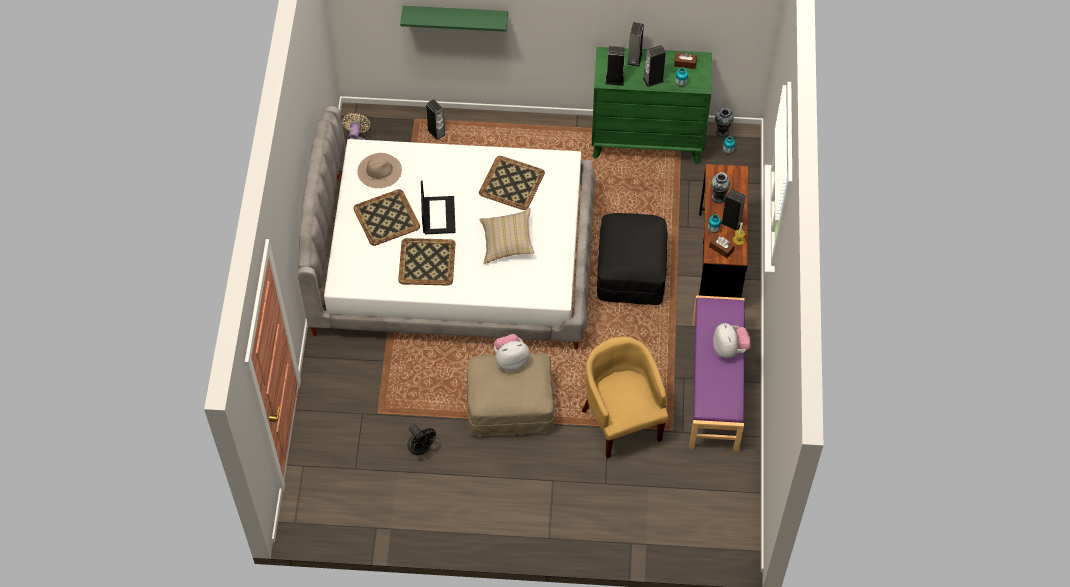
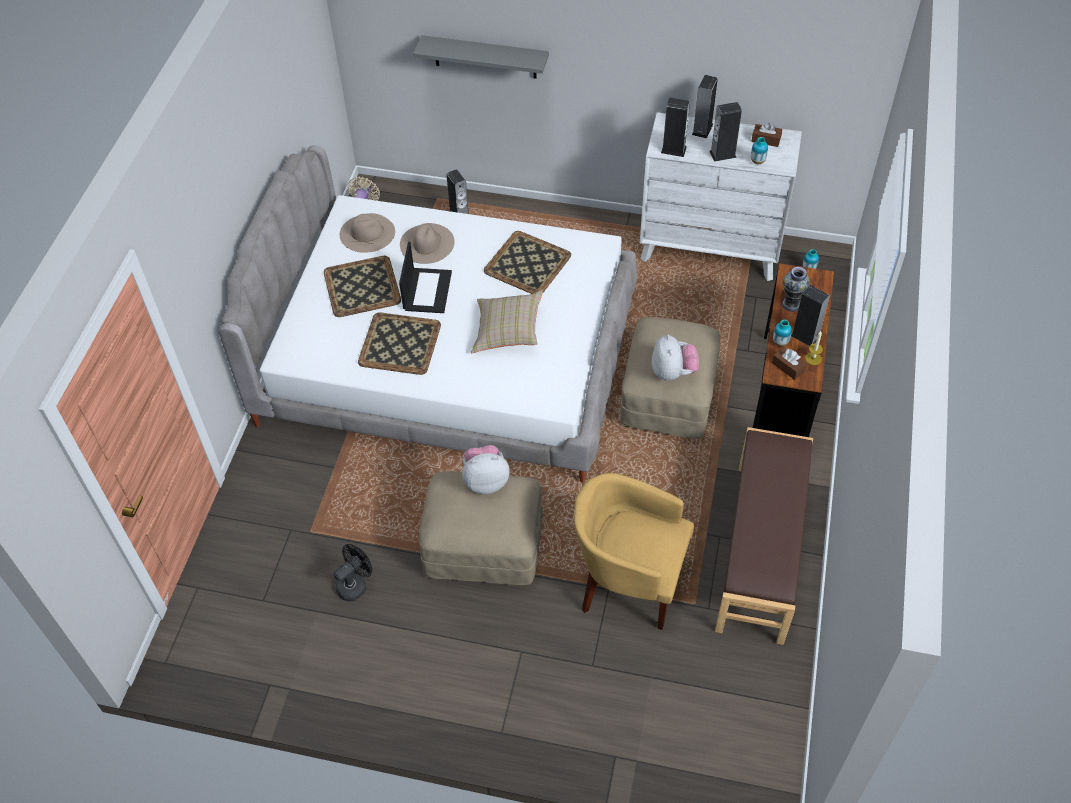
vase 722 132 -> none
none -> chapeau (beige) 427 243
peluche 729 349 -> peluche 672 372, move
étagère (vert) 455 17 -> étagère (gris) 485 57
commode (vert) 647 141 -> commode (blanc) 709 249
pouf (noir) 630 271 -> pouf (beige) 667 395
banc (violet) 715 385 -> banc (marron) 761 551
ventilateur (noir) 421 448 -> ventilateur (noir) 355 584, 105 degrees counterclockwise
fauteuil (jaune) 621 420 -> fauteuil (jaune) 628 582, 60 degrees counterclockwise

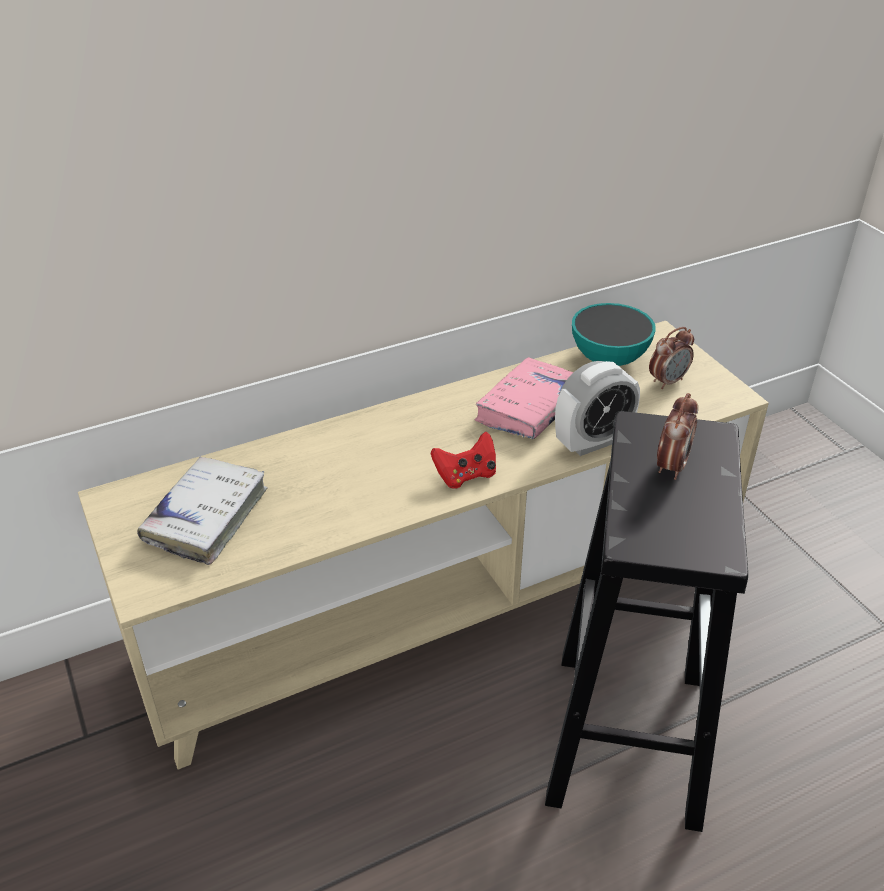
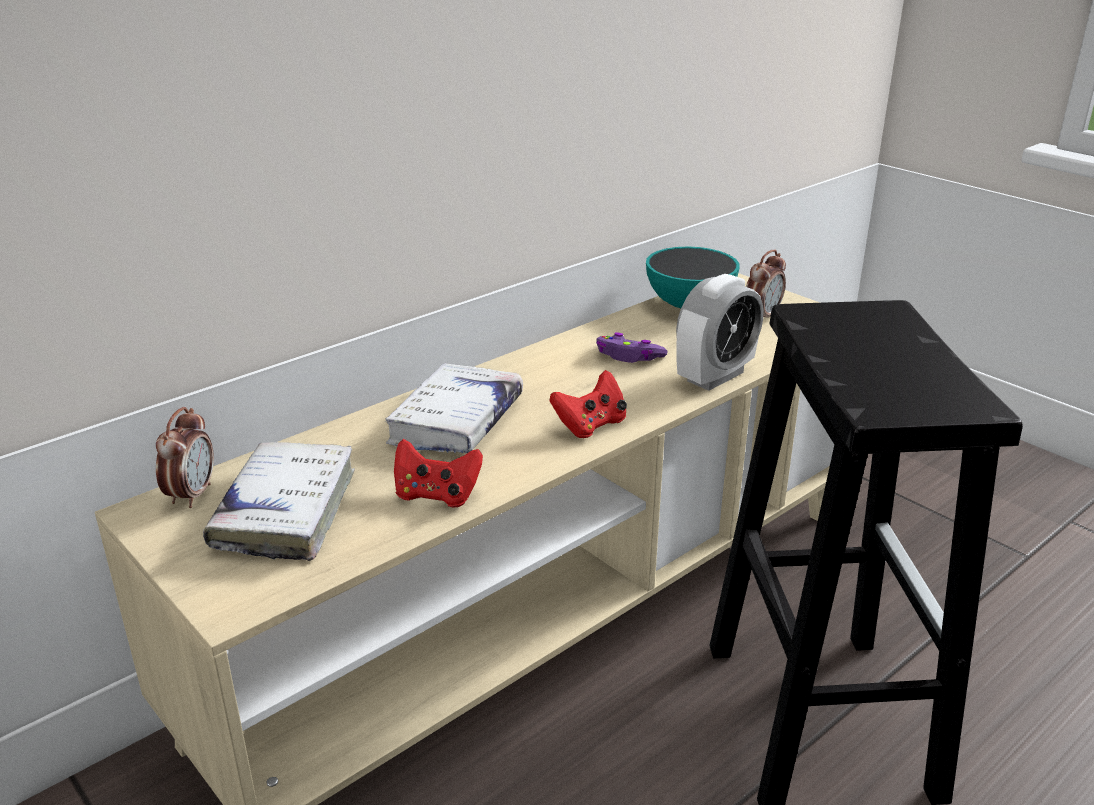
none -> livre (blanc) 457 422
none -> manette (rouge) 436 495
réveil 671 466 -> réveil 192 495, move
livre (rose) 530 408 -> manette (violet) 629 356

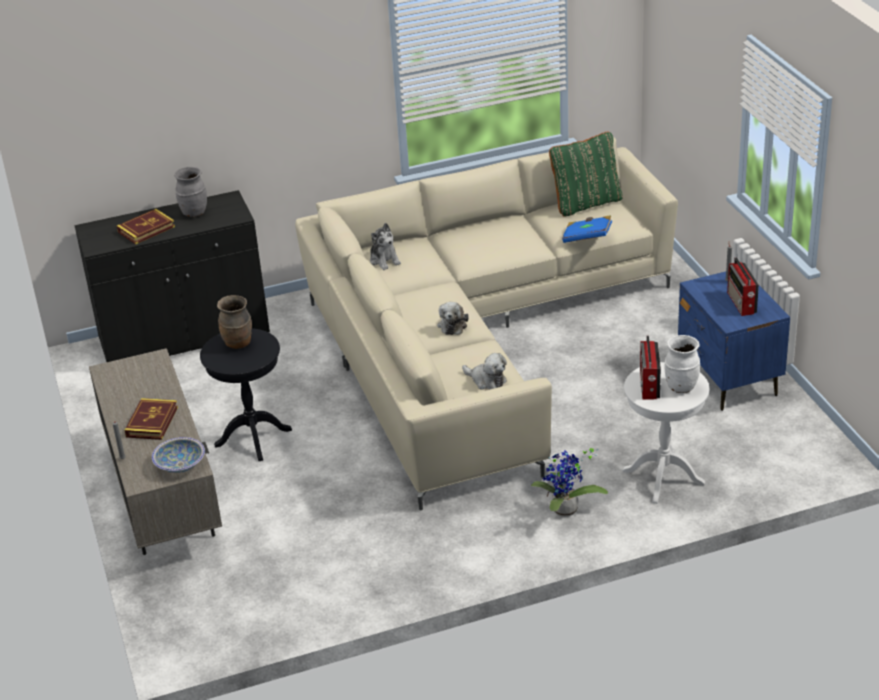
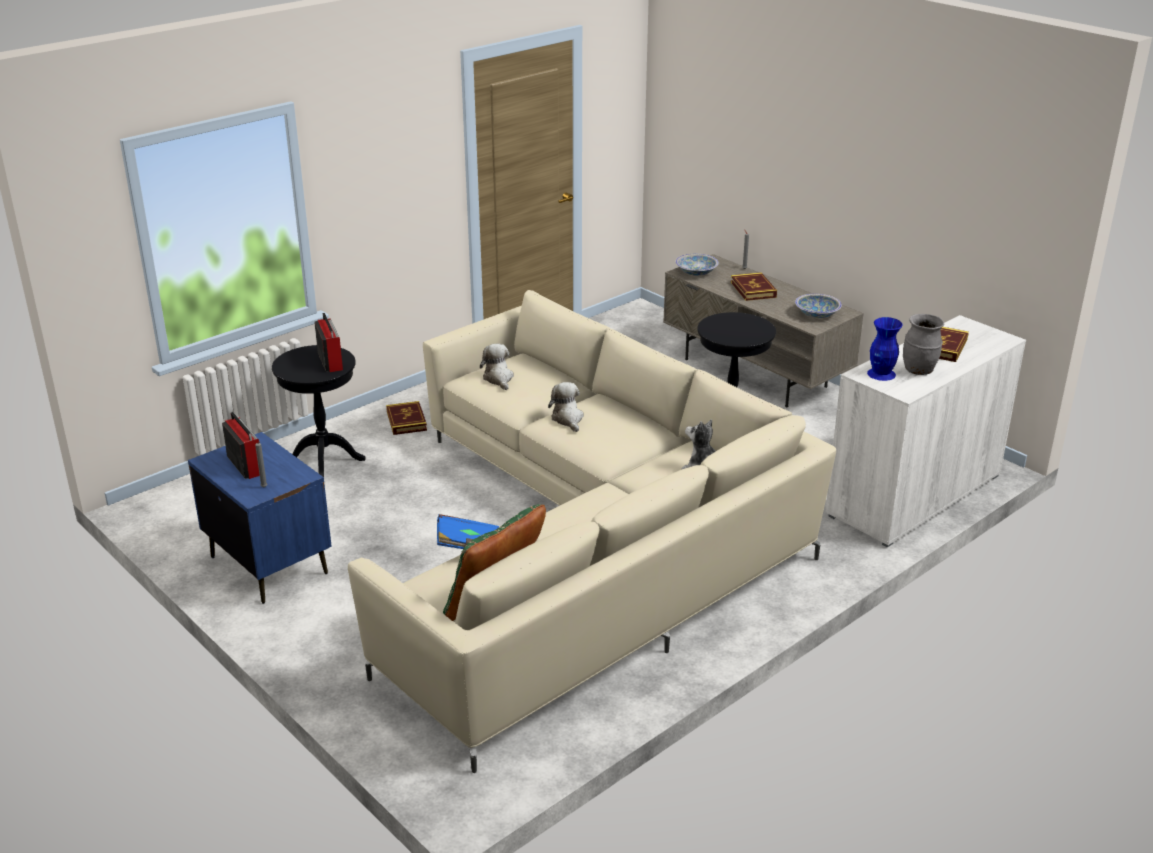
vase (marron) 238 344 -> none
vase (blanc) 681 386 -> none
none -> bol 817 314
none -> vase (bleu) 881 374
plante en pot 565 512 -> livre 406 421
meuble de rangement (noir) 184 337 -> meuble de rangement (blanc) 913 495
table d'appoint (blanc) 663 477 -> table d'appoint (noir) 324 461
peluche 486 380 -> peluche 498 378, 60 degrees clockwise

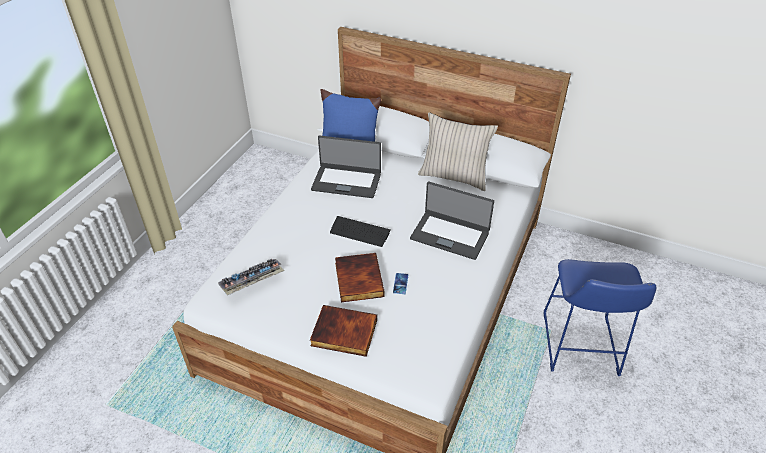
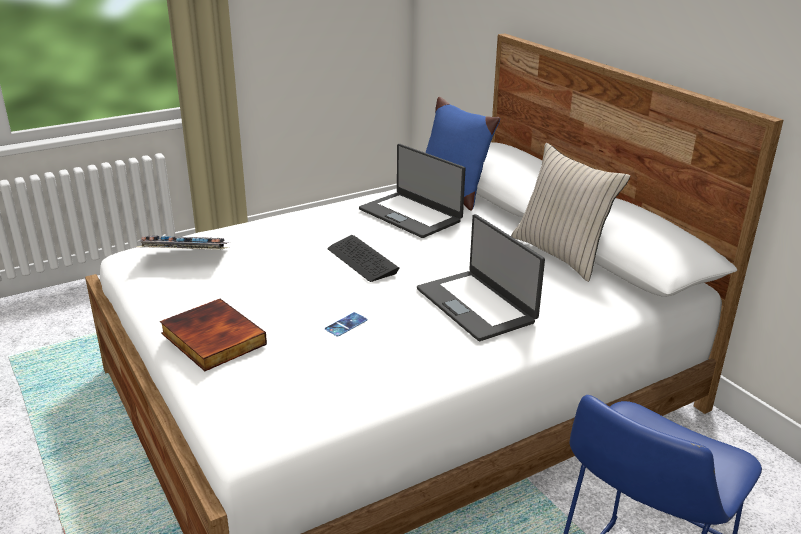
livre 357 279 -> none

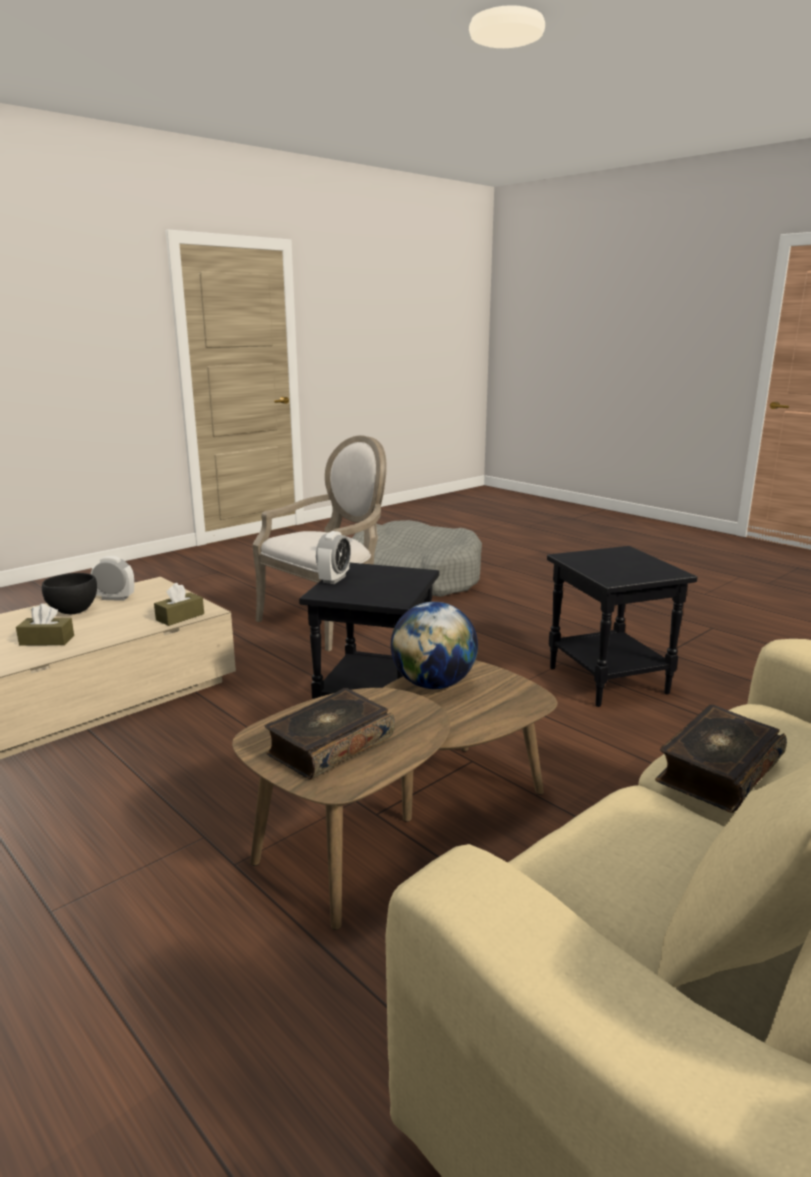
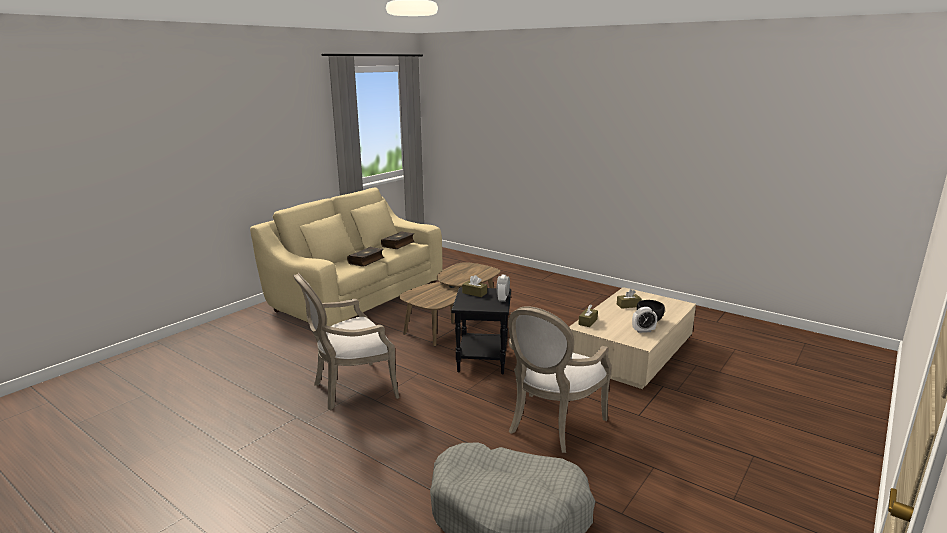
globe 433 684 -> none
none -> boîte à mouchoirs (marron) 474 293
livre 329 746 -> livre 398 244, move
table d'appoint (noir) 610 681 -> fauteuil 350 388

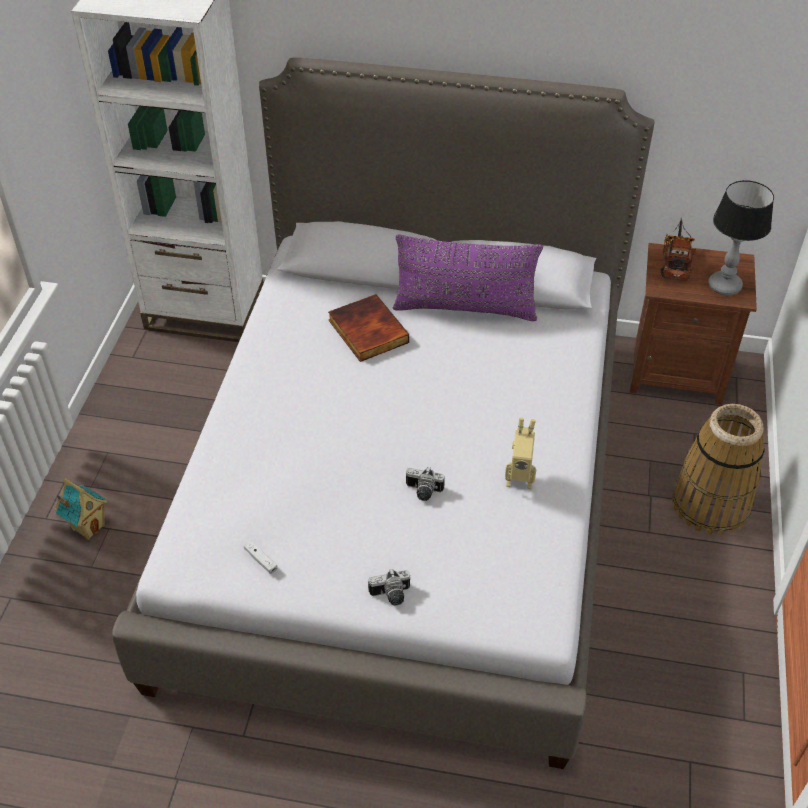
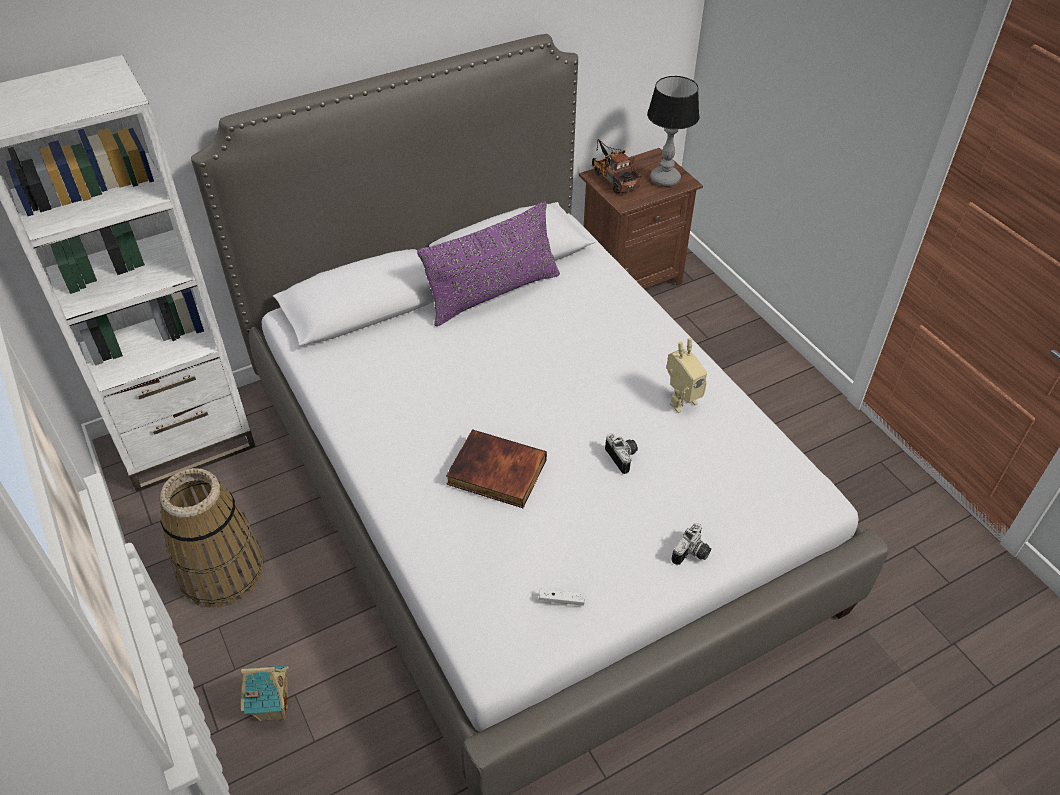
livre 366 331 -> livre 495 473, move
panier 710 504 -> panier 222 571, move
appareil photo 423 492 -> appareil photo 624 457, 90 degrees counterclockwise

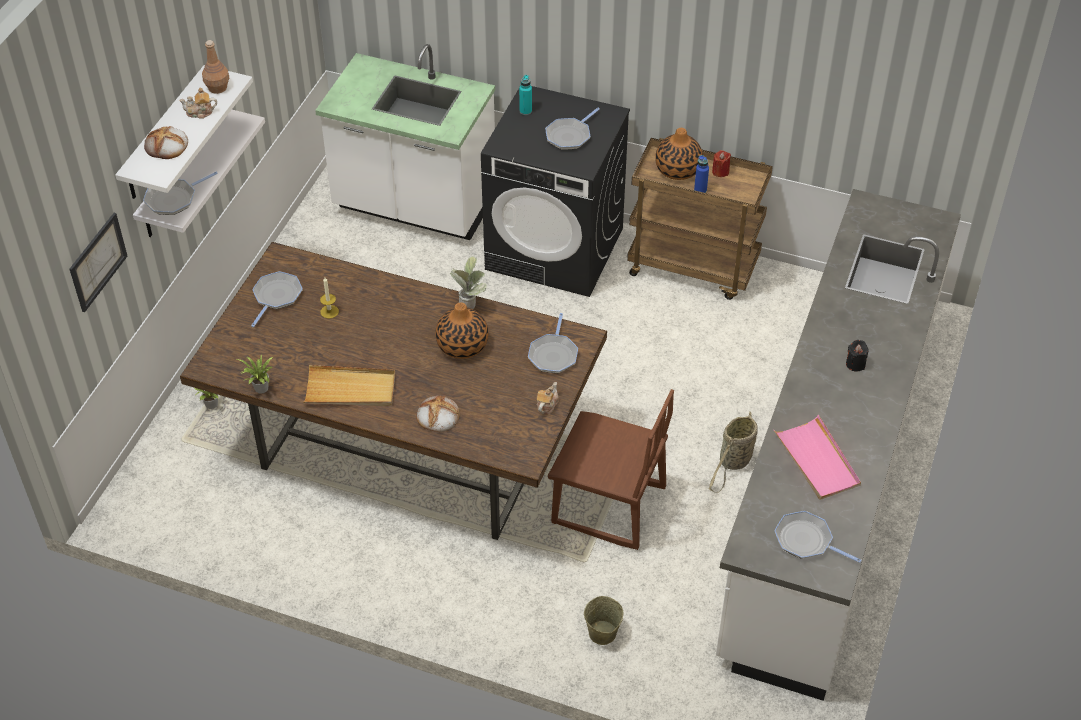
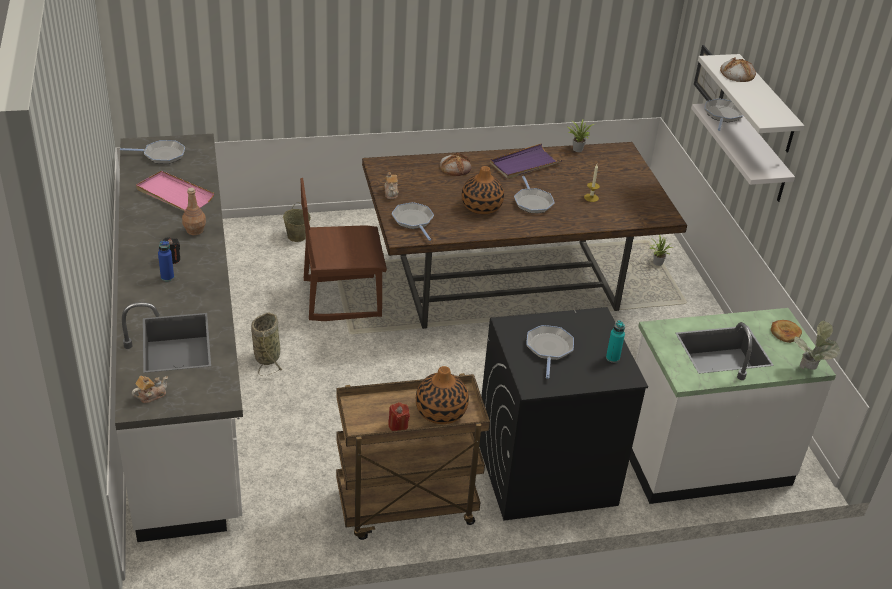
none -> pain 785 332
théière 200 112 -> théière 151 395, move
bouteille (marron) 217 88 -> bouteille (marron) 195 230, move
poêle 276 297 -> poêle 532 202, move
plante en pot 469 302 -> plante en pot 808 370, move
bouteille (bleu) 700 190 -> bouteille (bleu) 167 277, move
plateau (beige) 350 389 -> plateau (violet) 524 164

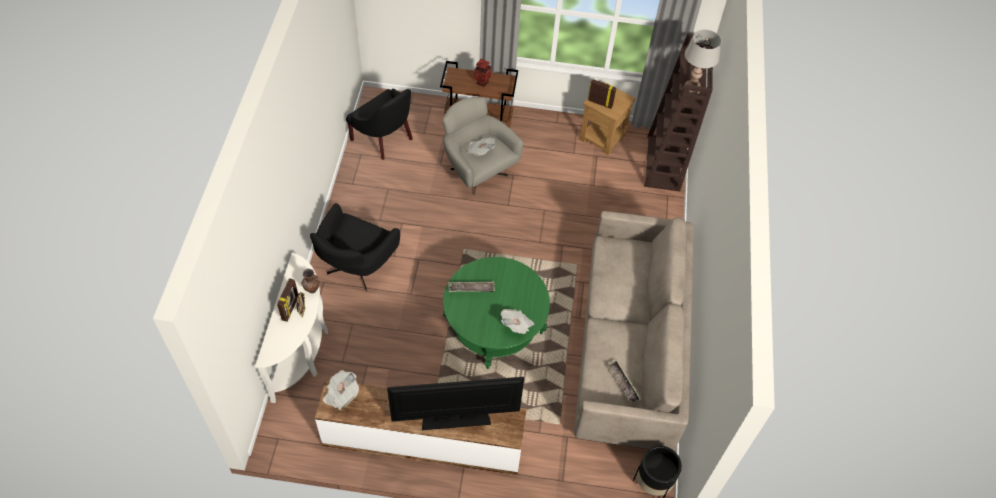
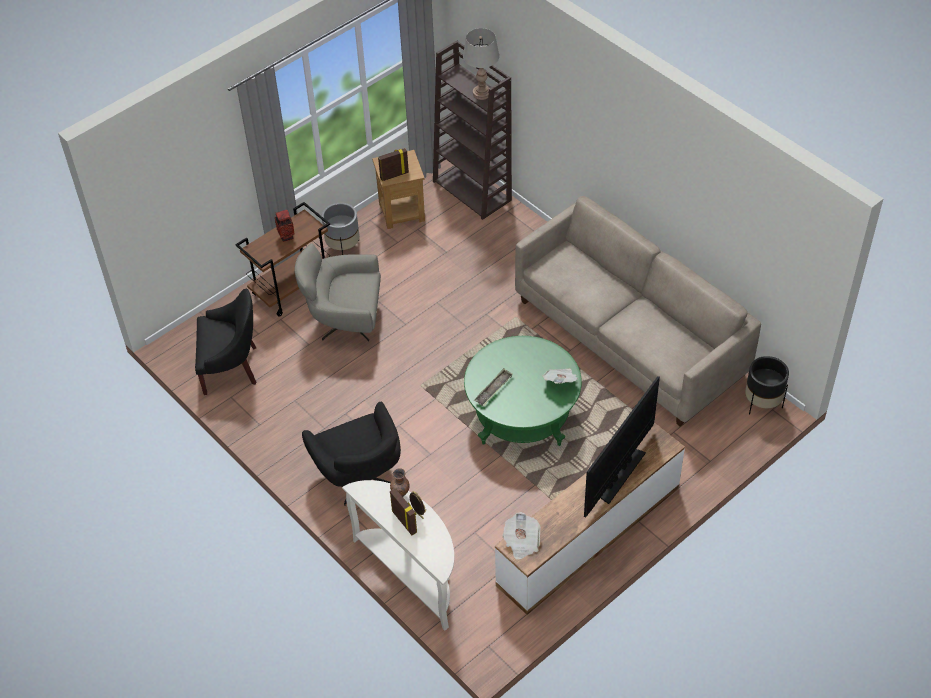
journal 480 151 -> none
plateau 622 382 -> none
none -> cache-pot (gris) 343 248

